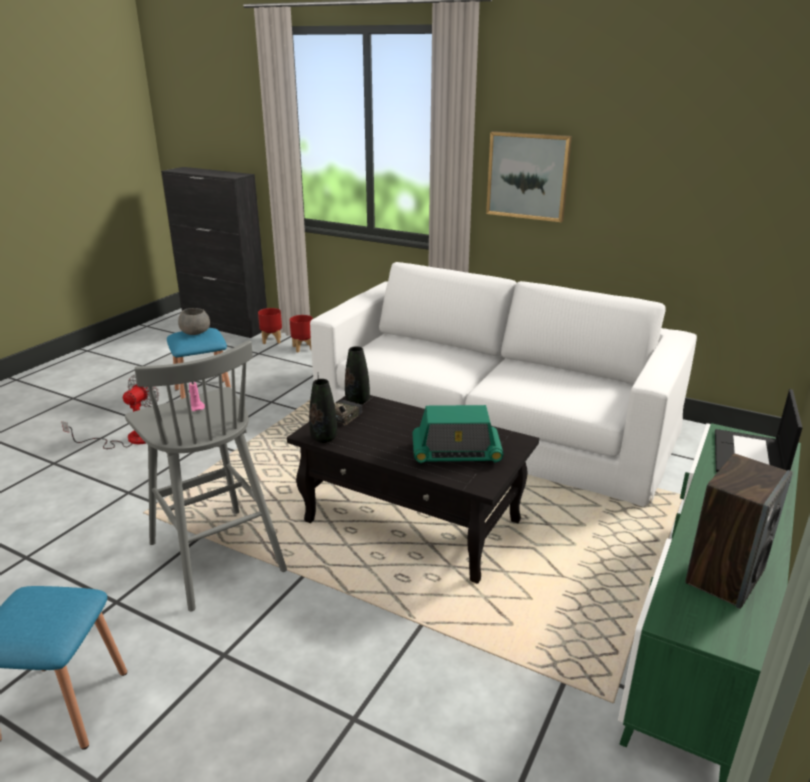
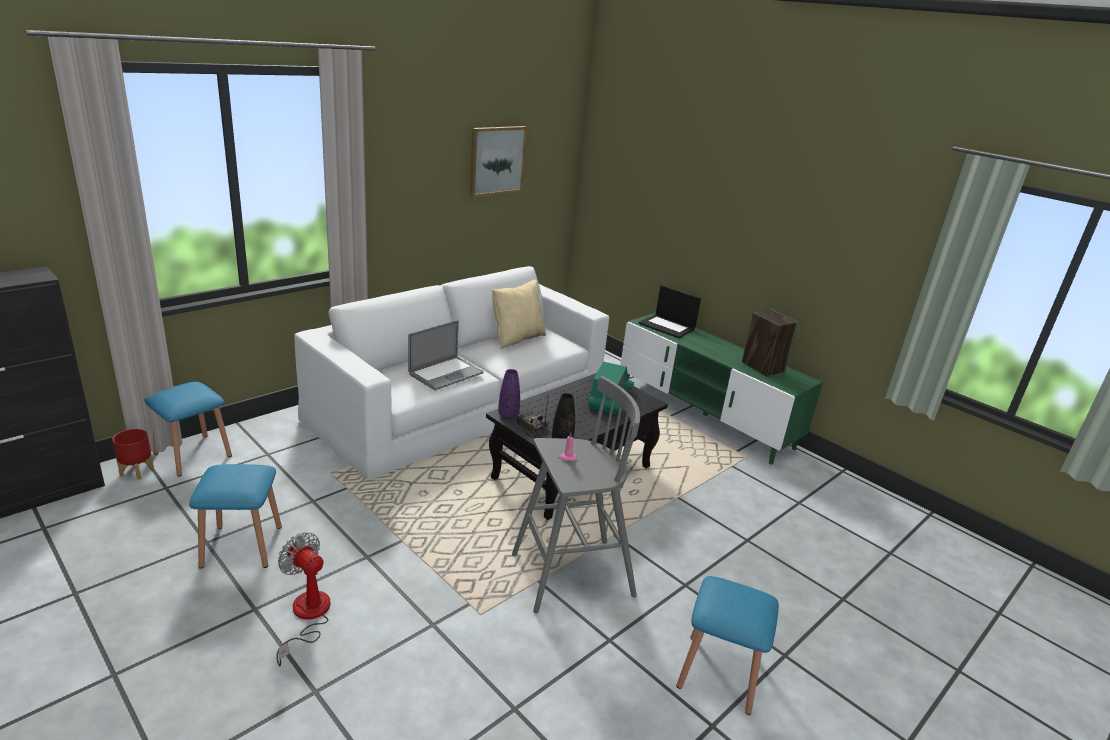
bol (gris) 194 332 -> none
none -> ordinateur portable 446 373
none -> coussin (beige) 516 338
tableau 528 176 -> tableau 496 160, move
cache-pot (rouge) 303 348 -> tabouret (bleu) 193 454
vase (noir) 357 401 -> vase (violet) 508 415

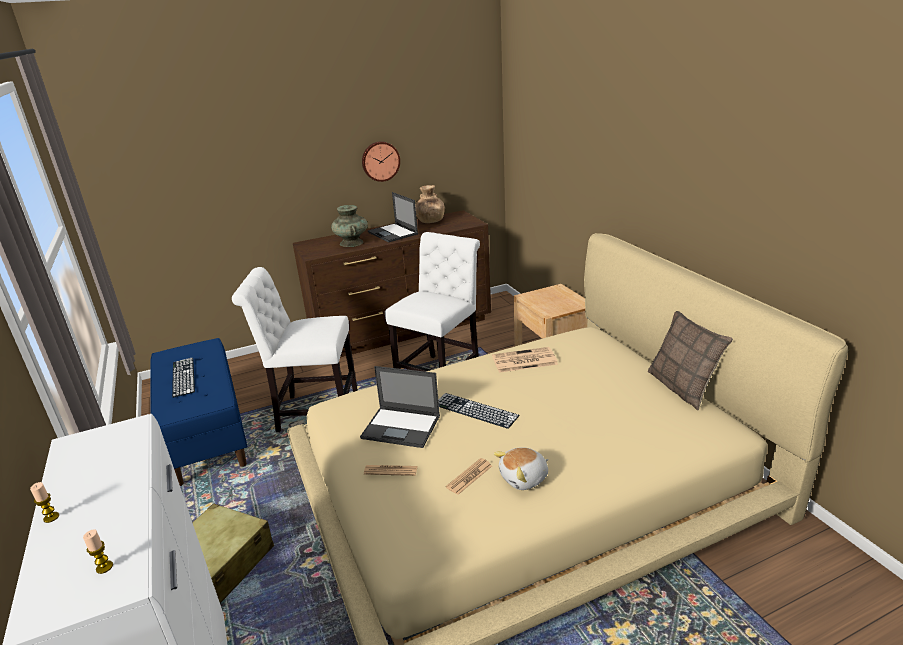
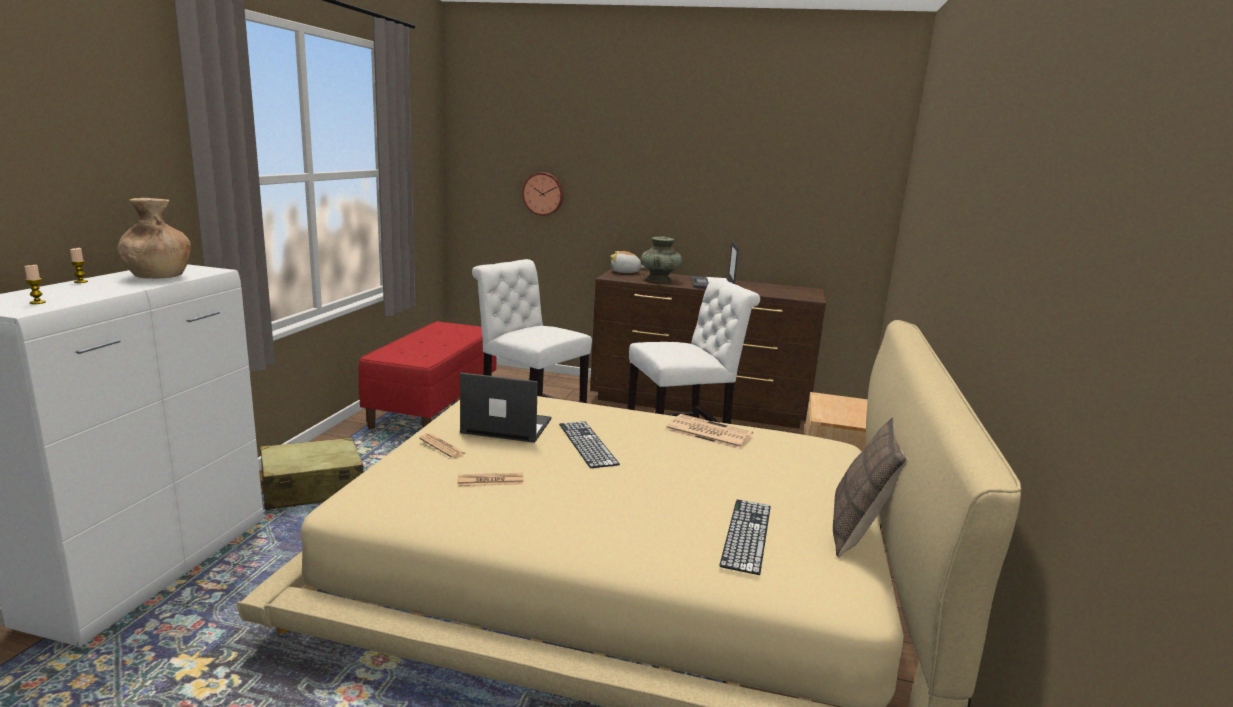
clavier 183 377 -> clavier 746 534, move
horloge murale 380 161 -> horloge murale 543 194, move
vase (marron) 430 221 -> vase (marron) 158 276, move
peluche 524 478 -> peluche 625 272, move
banc (bleu) 206 434 -> banc (rouge) 433 407
ordinateur portable 402 427 -> ordinateur portable 505 426, 135 degrees clockwise

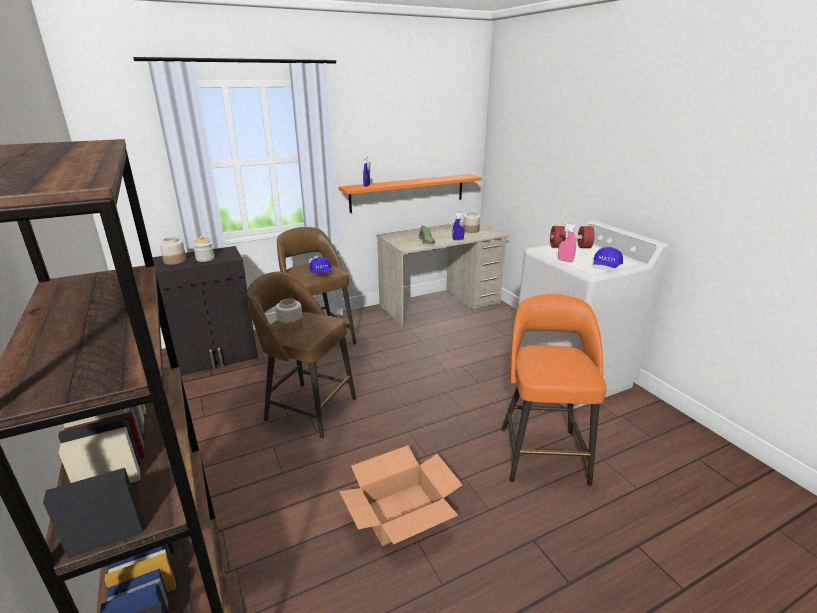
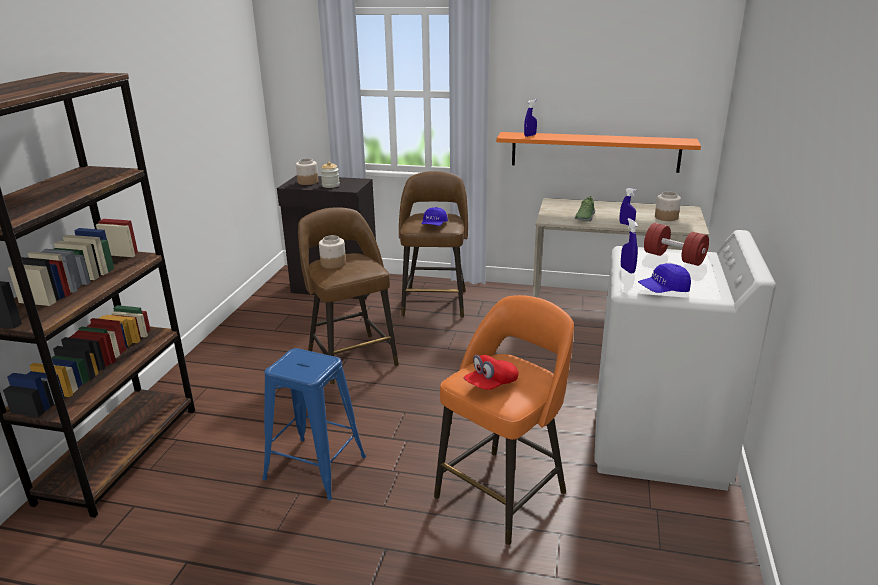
none -> casquette (rouge) 491 384
carton 401 513 -> tabouret (bleu) 315 467
vaporisateur (rose) 565 260 -> vaporisateur (bleu) 627 270

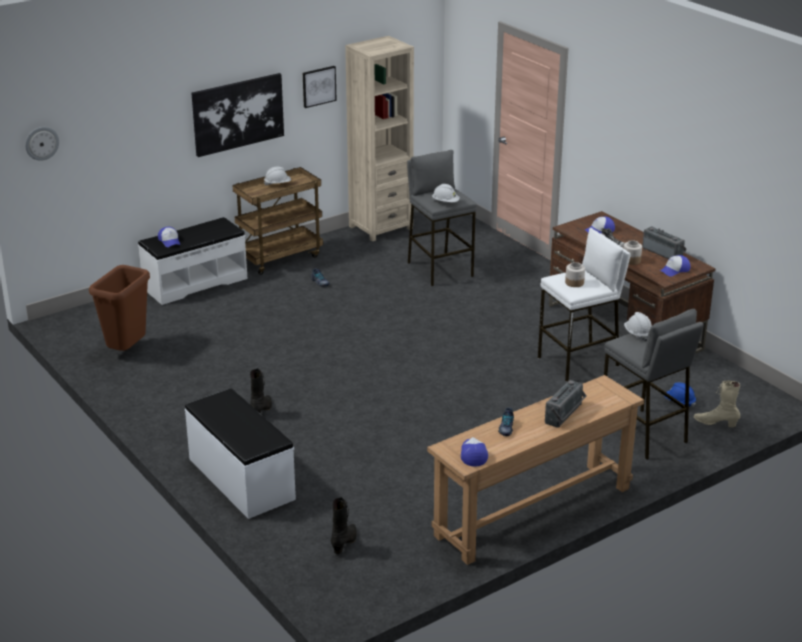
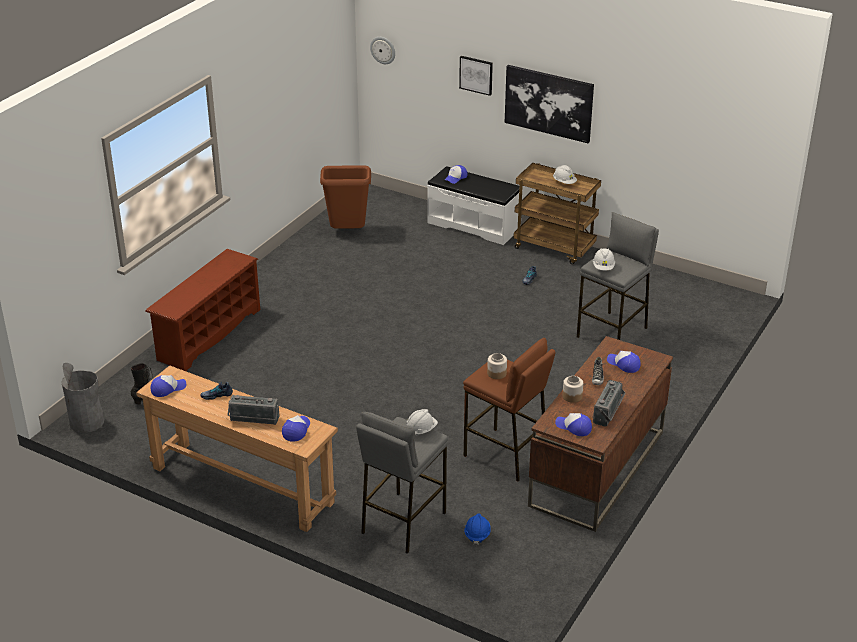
botte (noir) 262 410 -> none
bibliothèque (beige) 380 227 -> none
botte (beige) 715 423 -> none
none -> poubelle (gris) 87 422
none -> casquette 296 430
tableau 318 86 -> tableau 476 75, move
banc (blanc) 240 479 -> étagère à chaussures (marron) 208 334
tabouret (blanc) 579 362 -> tabouret (marron) 505 455

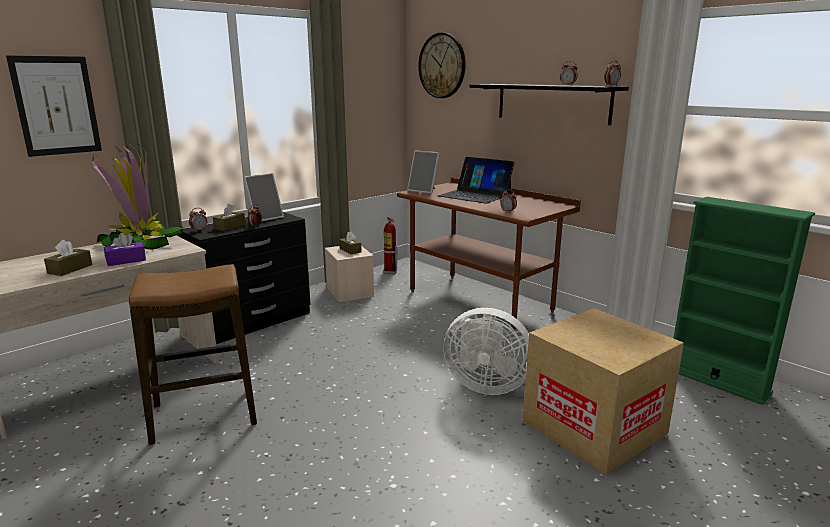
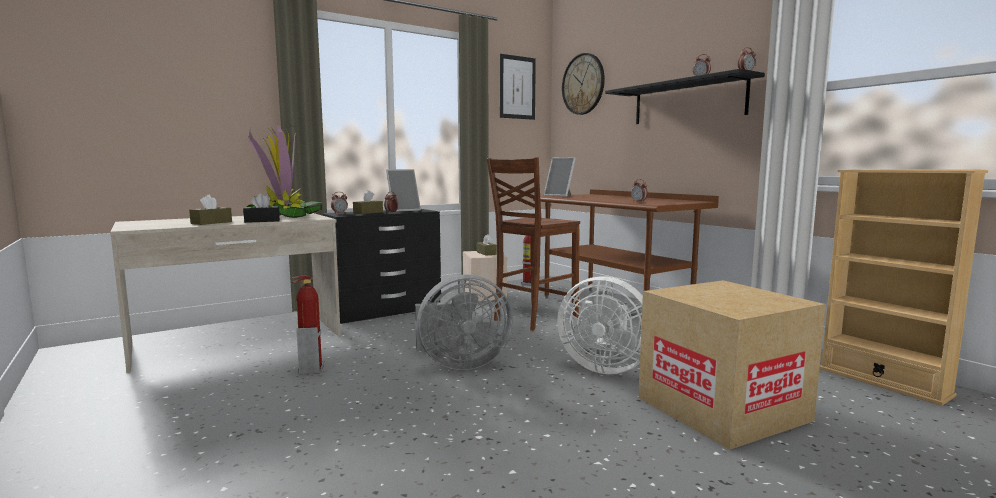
ordinateur portable 475 195 -> none
none -> ventilateur (gris) 460 364
none -> chaise (marron) 533 318
tableau 56 106 -> tableau 517 87, move
tabouret 204 415 -> extincteur 310 370
boîte à mouchoirs (violet) 126 260 -> boîte à mouchoirs (noir) 262 221
bibliothèque (vert) 717 380 -> bibliothèque (beige) 883 381

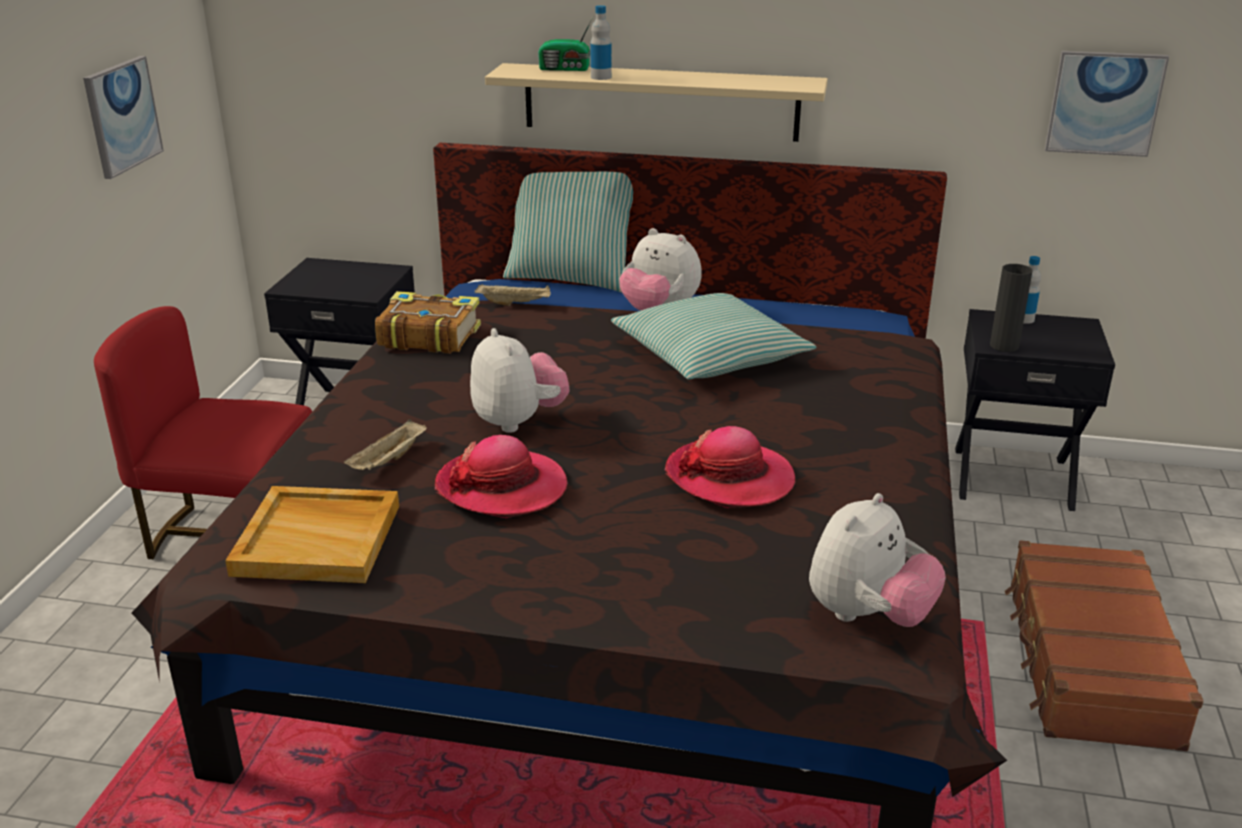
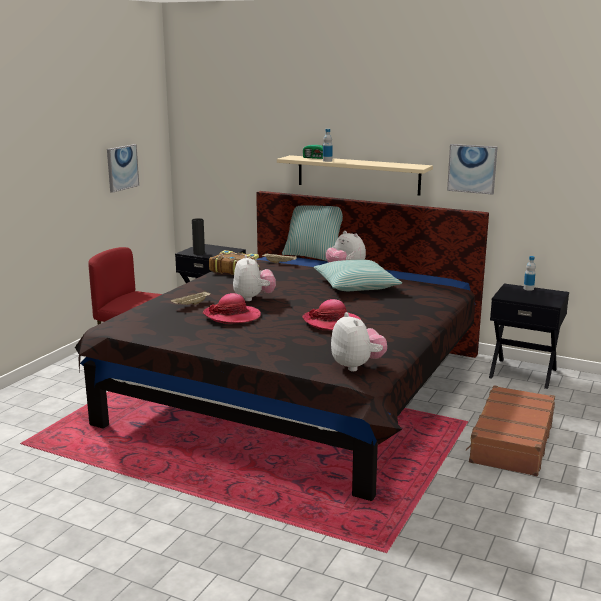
plateau (beige) 319 539 -> none
vase (noir) 1004 346 -> vase (noir) 199 253, move
tableau 1104 103 -> tableau 472 168, move
peluche 868 616 -> peluche 357 366, 75 degrees counterclockwise

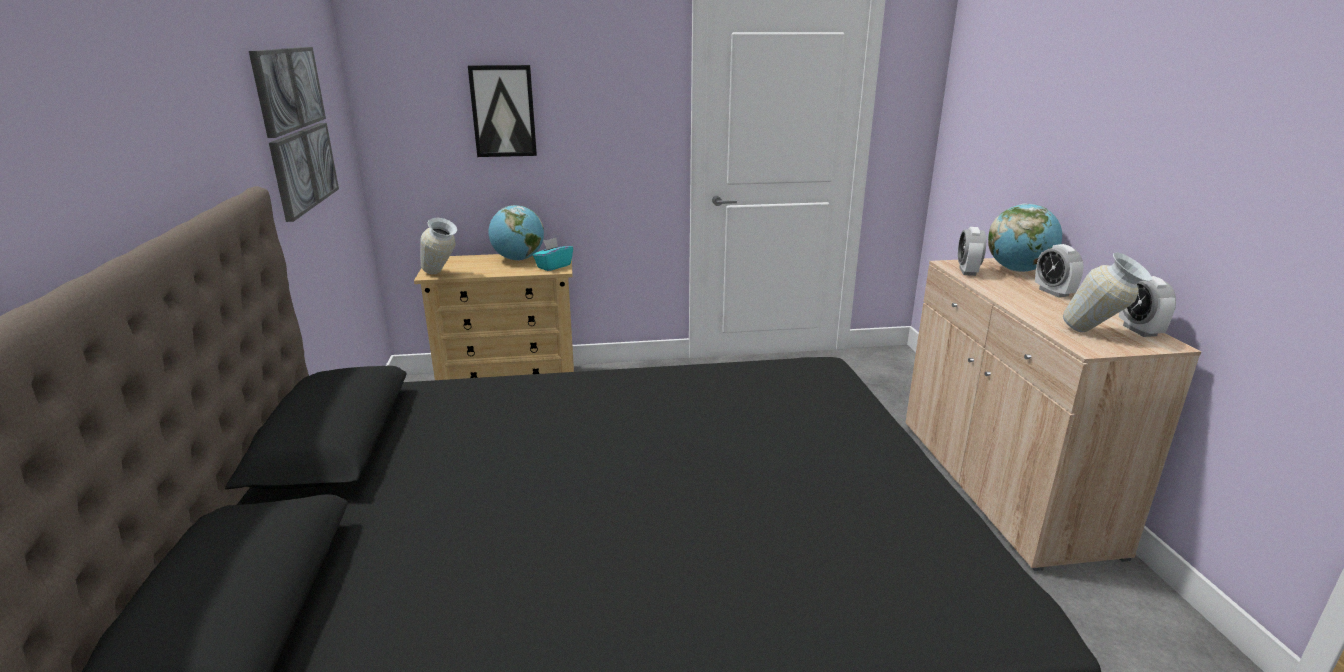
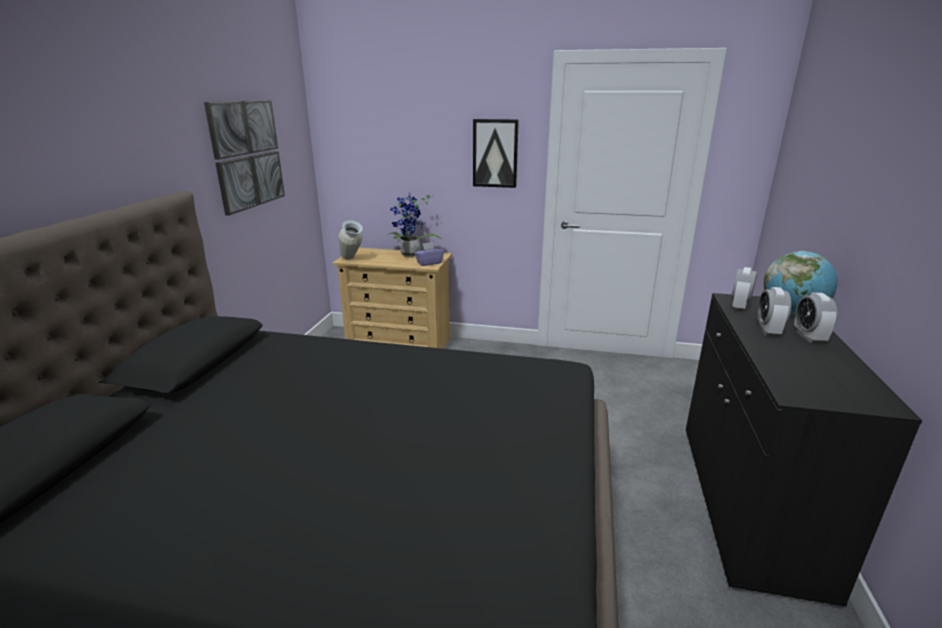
vase 1097 335 -> none
tableau 503 111 -> tableau 495 153, move
réveil 1139 330 -> réveil 768 330, move
globe 518 259 -> plante en pot 410 255
boîte à mouchoirs (turquoise) 553 266 -> boîte à mouchoirs (violet) 429 263
meuble de rangement (beige) 1001 484 -> meuble de rangement (noir) 747 503

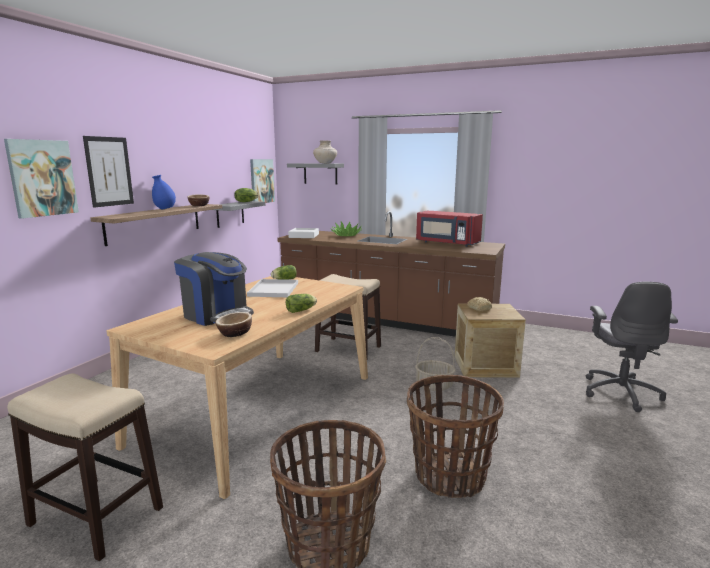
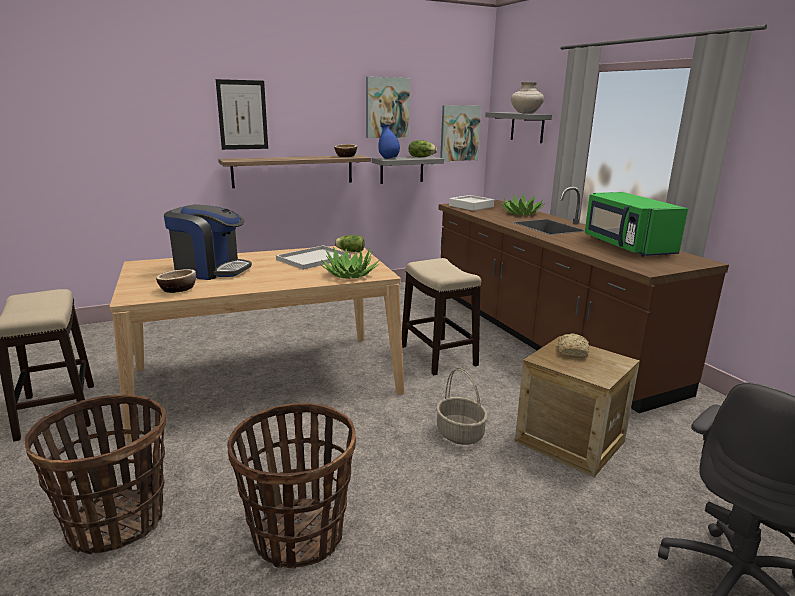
laitue 302 310 -> none
none -> plante en pot 349 274
tableau 42 178 -> tableau 387 108, move
vase (bleu) 165 209 -> vase (bleu) 389 159, move
micro-ondes (rouge) 446 243 -> micro-ondes (vert) 626 246
machine à café 216 315 -> machine à café 210 270, 60 degrees counterclockwise

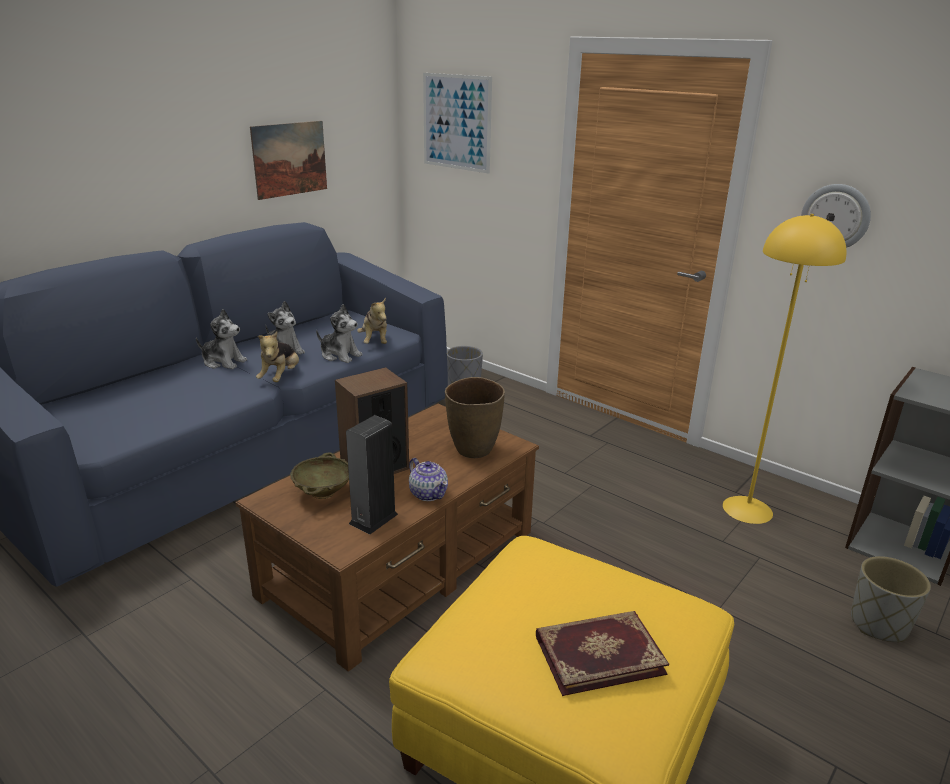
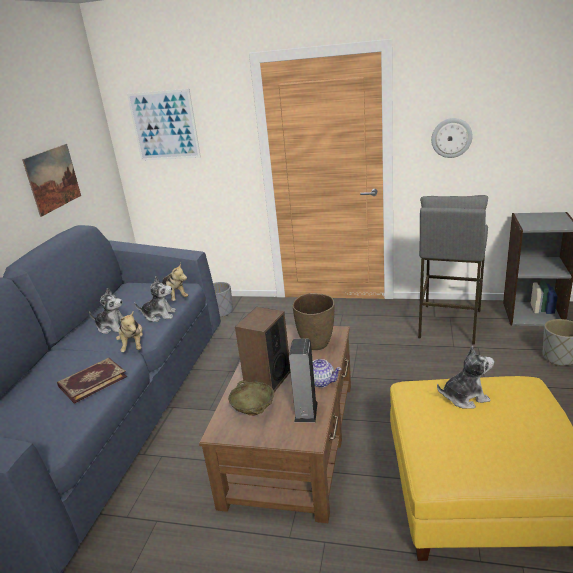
peluche 223 362 -> peluche 464 397, move
livre 598 653 -> livre 92 381, move
lampadaire (jaune) 747 509 -> tabouret (gris) 448 324

